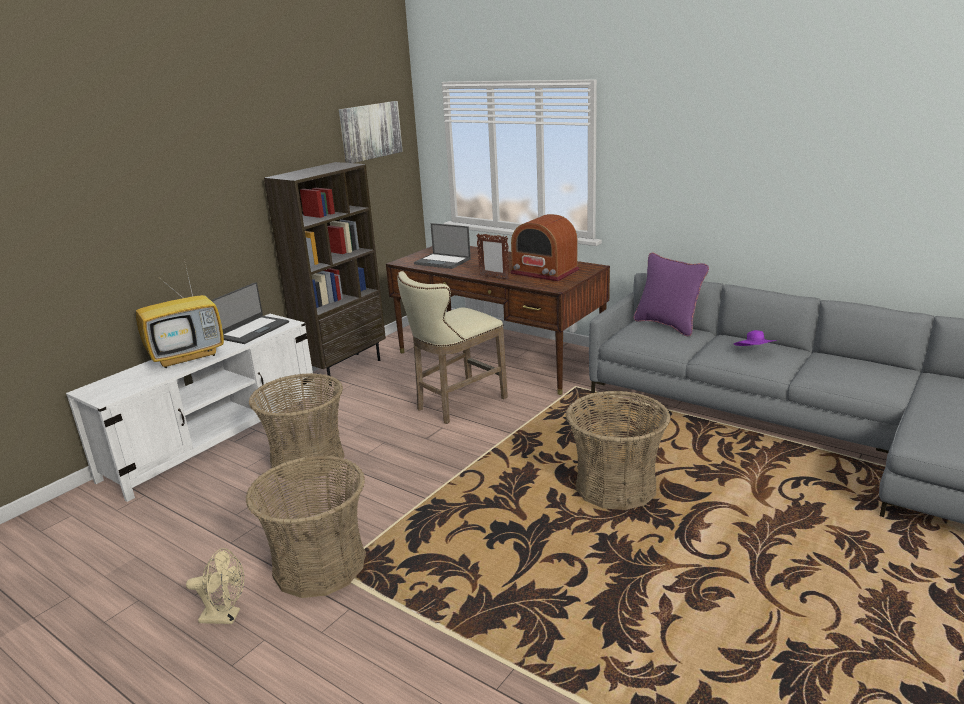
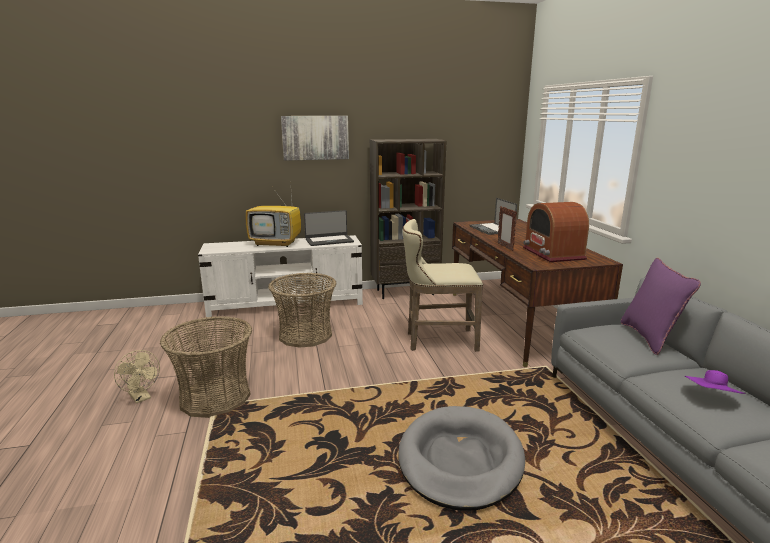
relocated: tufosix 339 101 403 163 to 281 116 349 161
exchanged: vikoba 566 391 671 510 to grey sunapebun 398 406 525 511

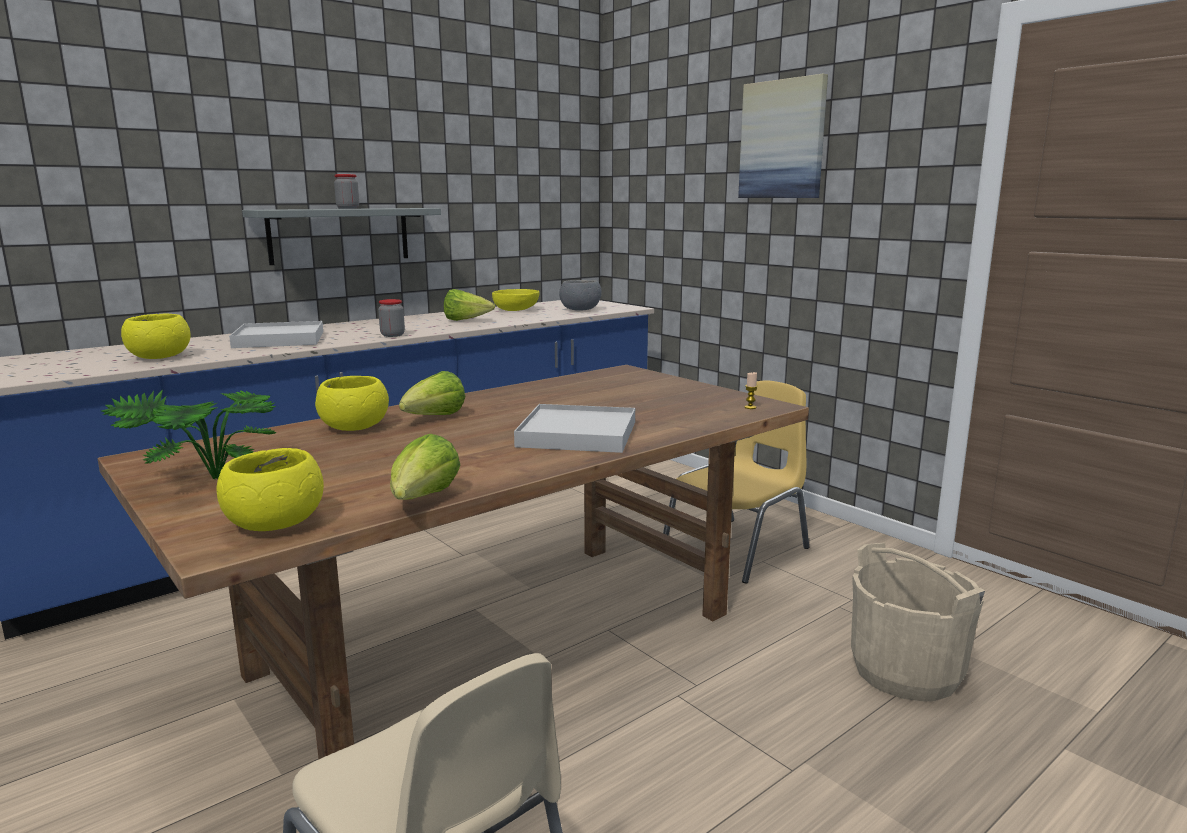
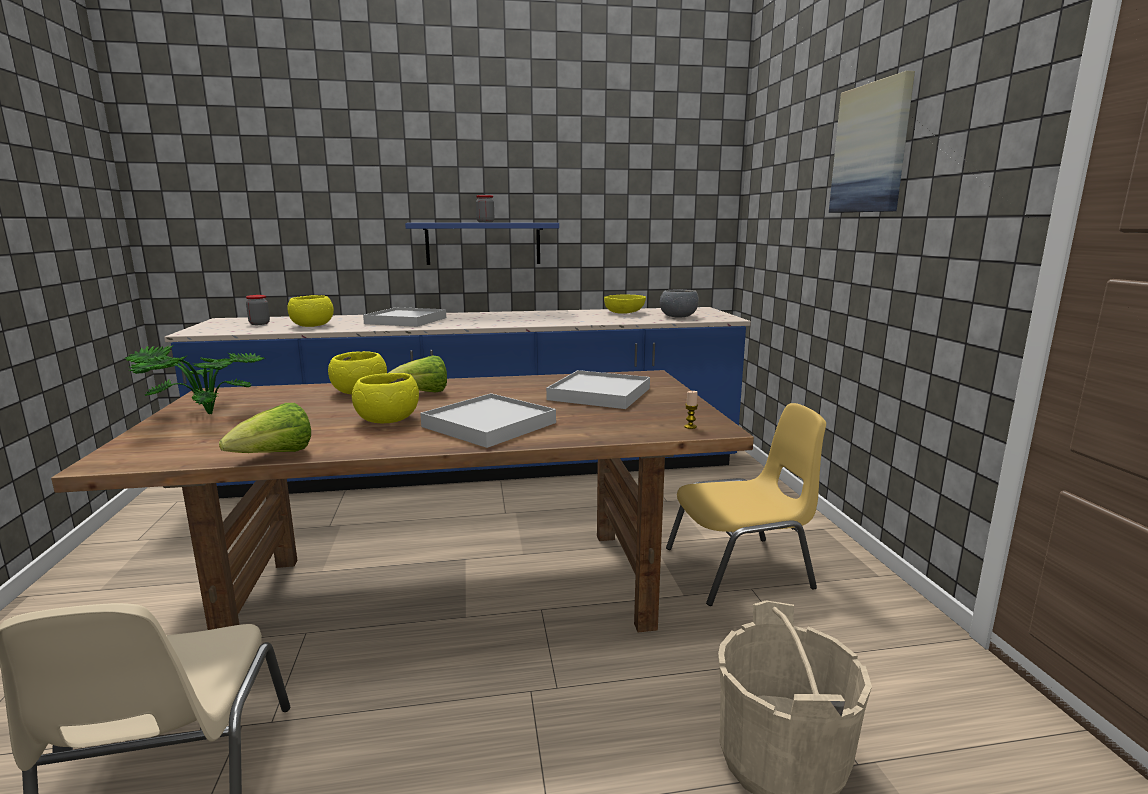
missing: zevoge 444 289 495 321
appeared: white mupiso 546 370 650 409
relocated: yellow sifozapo 216 448 324 531 to 352 373 419 423; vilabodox 378 299 405 337 to 246 295 270 325
colour: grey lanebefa 242 208 441 265 to blue lanebefa 405 223 559 265

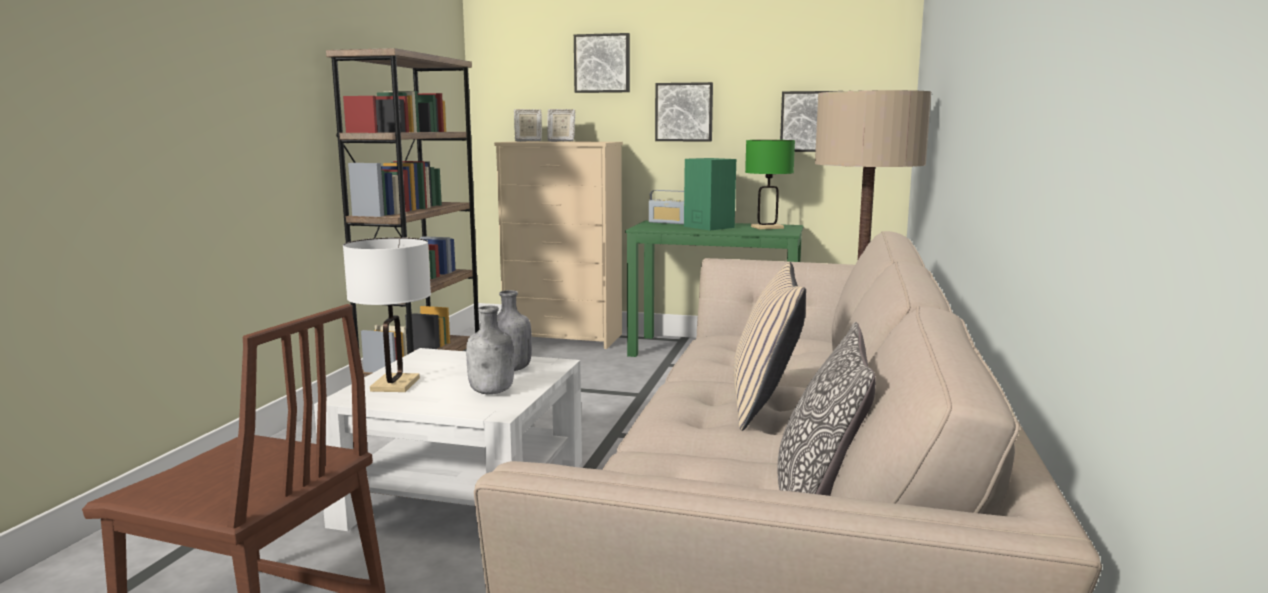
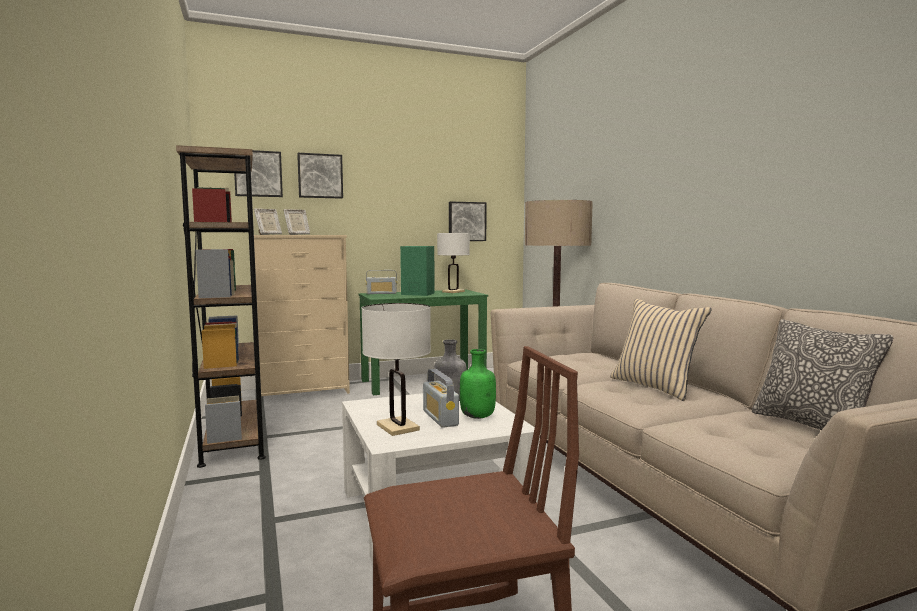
appeared: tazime 423 369 459 428
relocated: tufosix 655 82 713 142 to 234 150 283 197
colour: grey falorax 466 306 514 395 to green falorax 460 349 496 419; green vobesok 745 140 795 230 to white vobesok 437 233 470 293

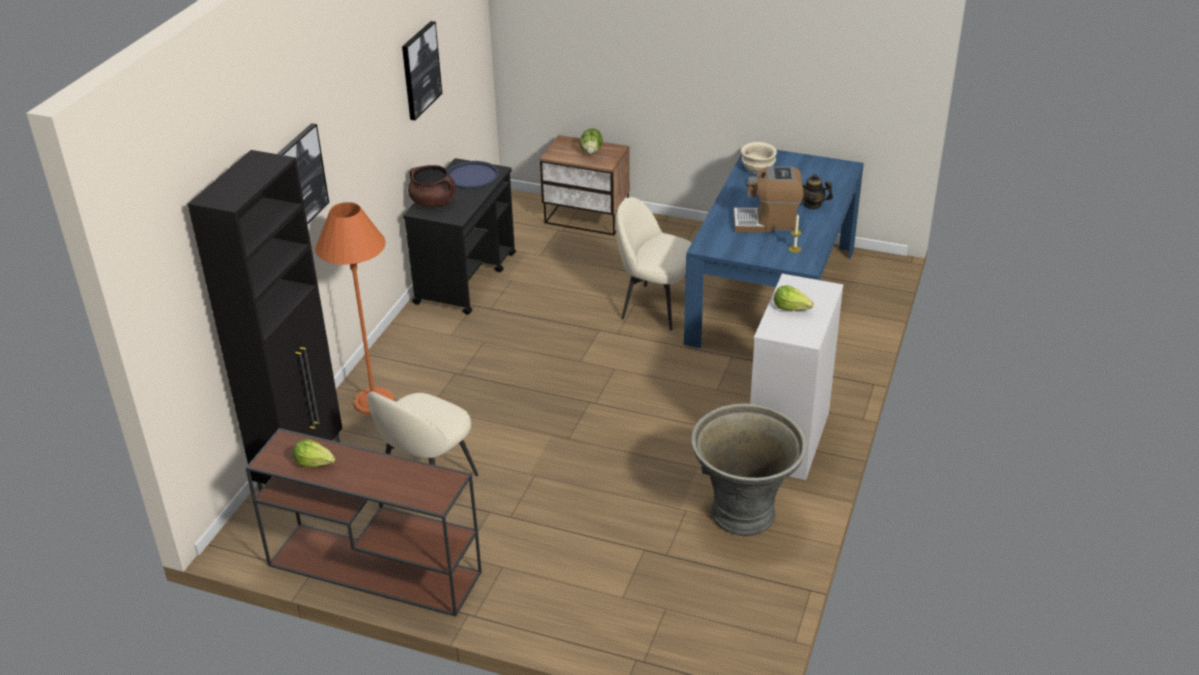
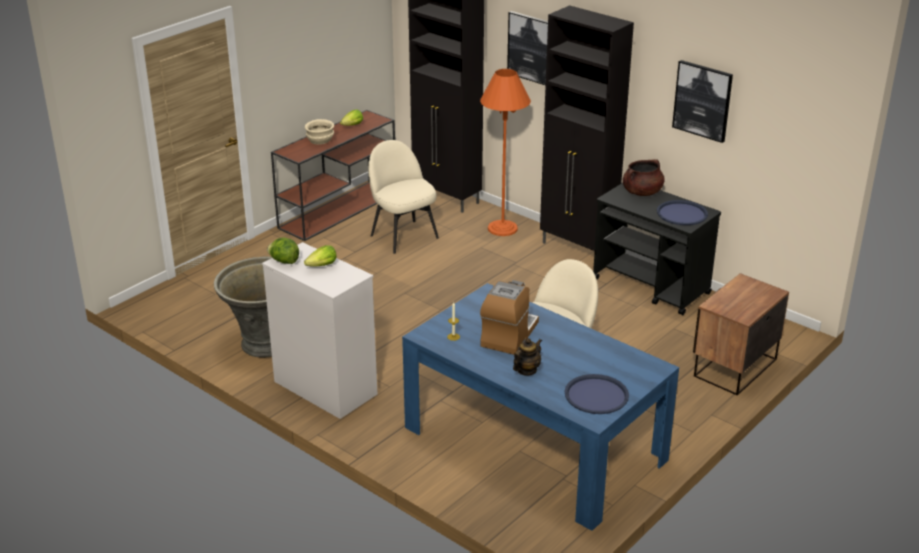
appeared: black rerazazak 540 5 634 251; blue mupiso 565 374 629 414
relocated: zevoge 580 128 603 155 to 267 238 299 264; beige sifozapo 741 142 777 173 to 305 119 334 145

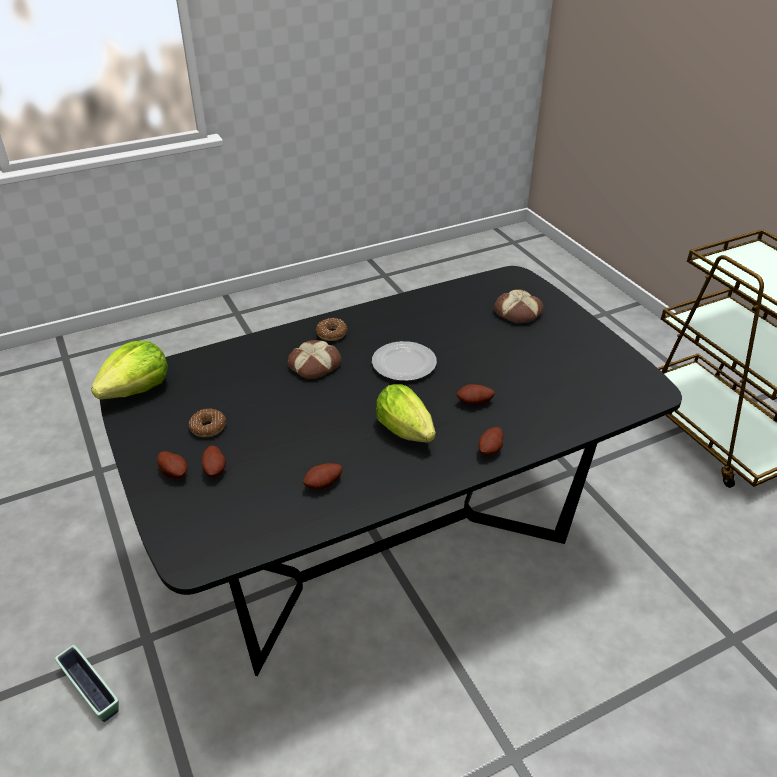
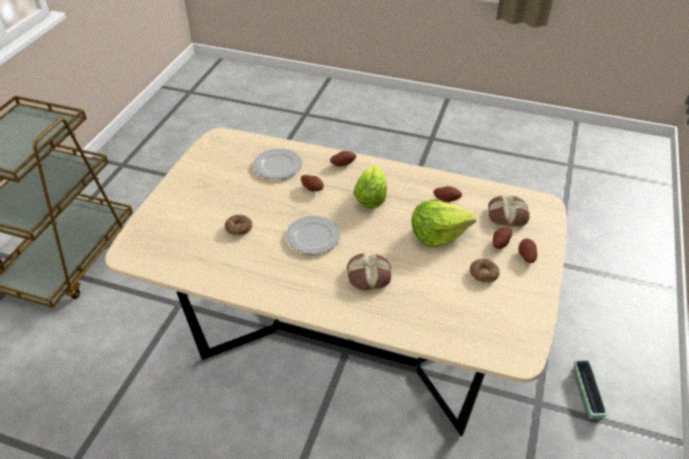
appeared: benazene 253 148 302 179
relocated: zevoge 91 341 168 399 to 412 201 476 247; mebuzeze 316 318 348 341 to 225 215 252 236; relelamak 494 290 543 324 to 488 196 530 227
colour: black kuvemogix 100 266 682 676 to beige kuvemogix 105 128 567 436

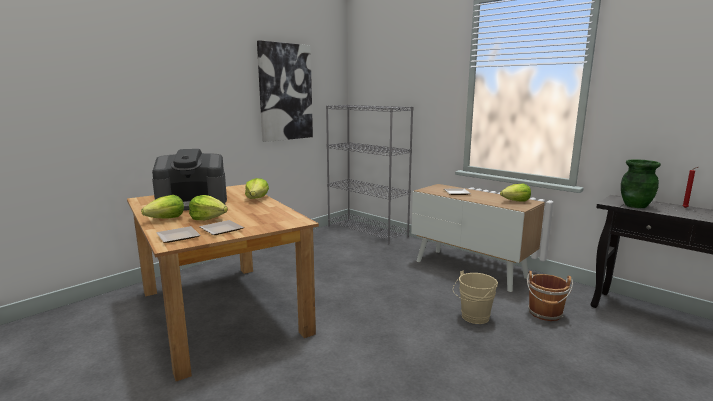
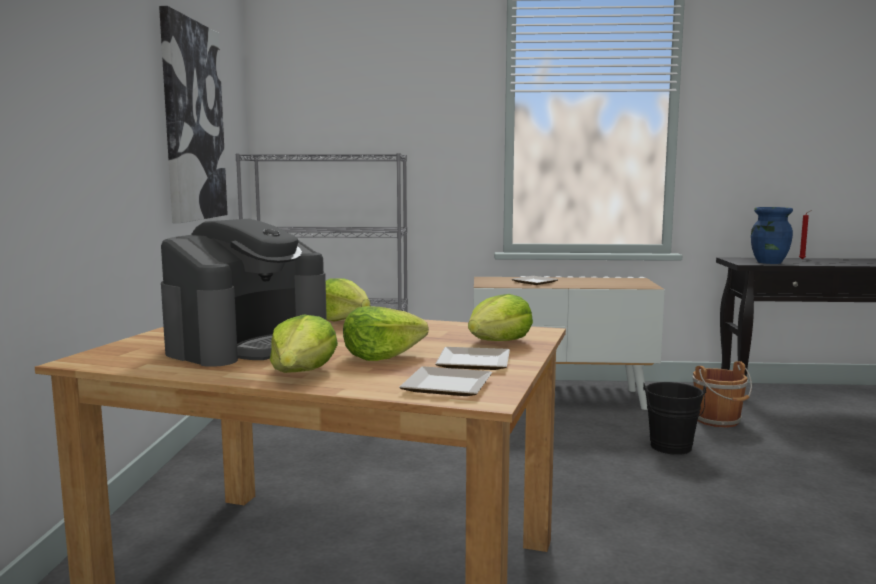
relocated: zevoge 500 184 531 202 to 468 294 533 341
colour: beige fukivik 453 270 498 324 to black fukivik 643 382 706 455; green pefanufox 621 159 661 208 to blue pefanufox 751 207 793 264

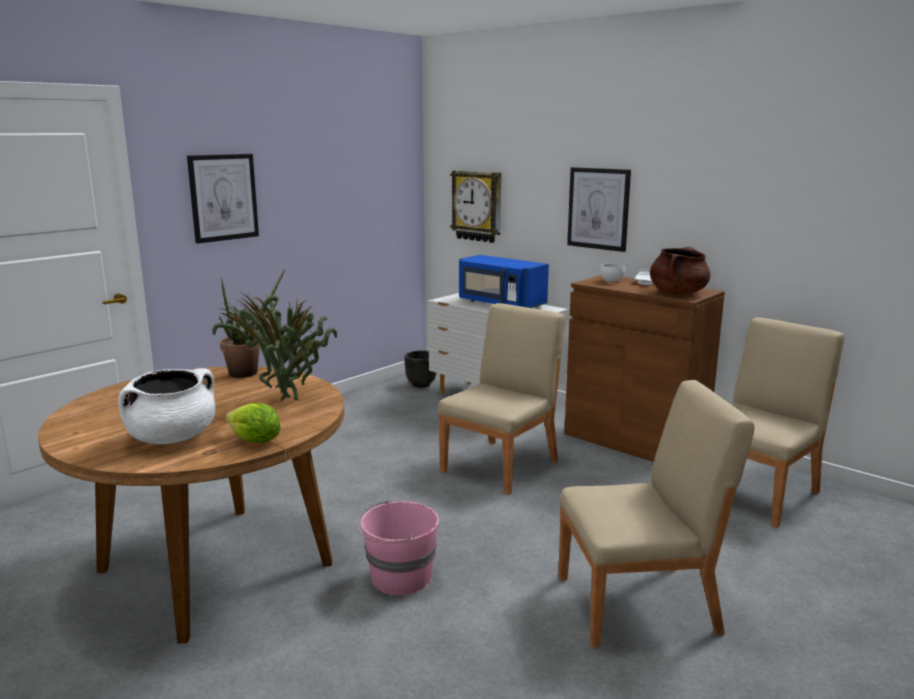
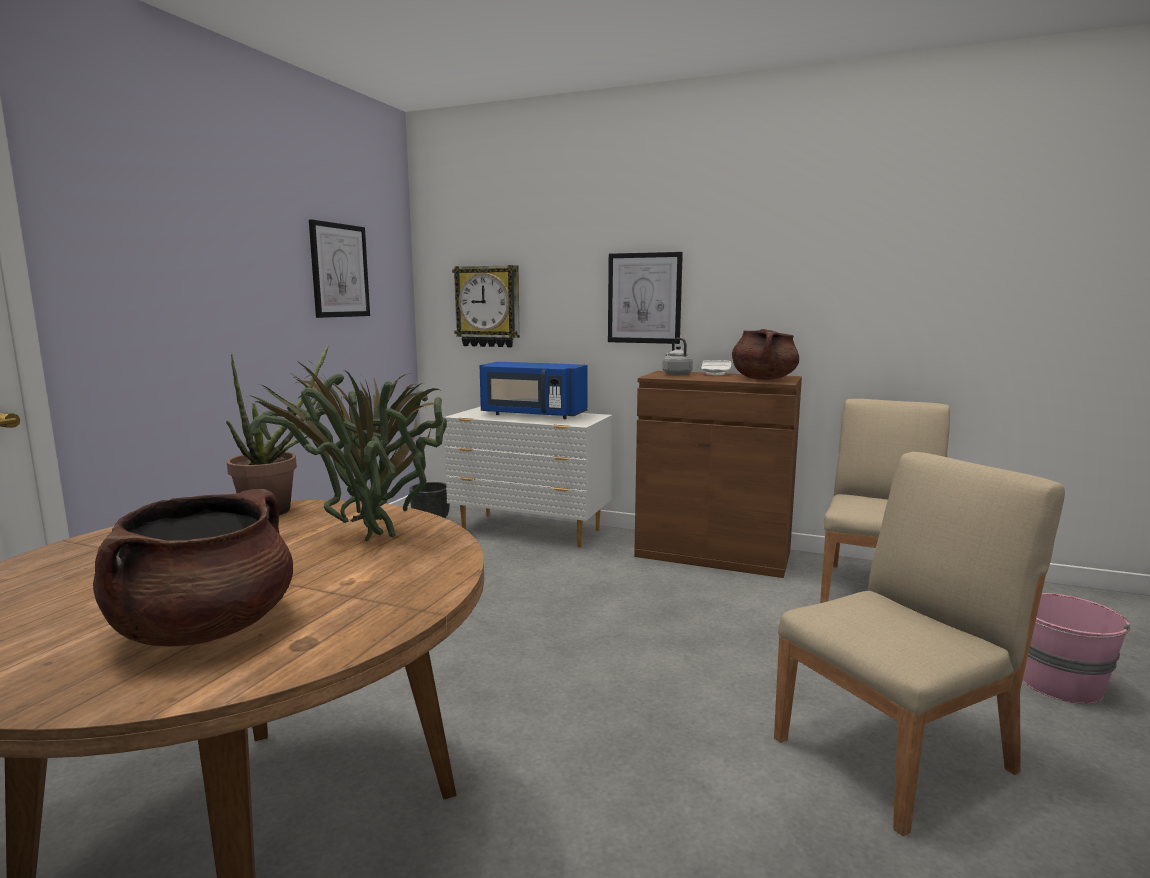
missing: zevoge 225 403 281 443; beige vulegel 438 303 566 495
relocated: tufosix 187 154 259 244 to 309 219 370 318; pink fukivik 357 500 439 595 to 1022 593 1131 704
exchanged: white sifozapo 601 263 625 282 to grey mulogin 663 338 693 375
colour: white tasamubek 118 368 215 444 to brown tasamubek 93 489 293 647

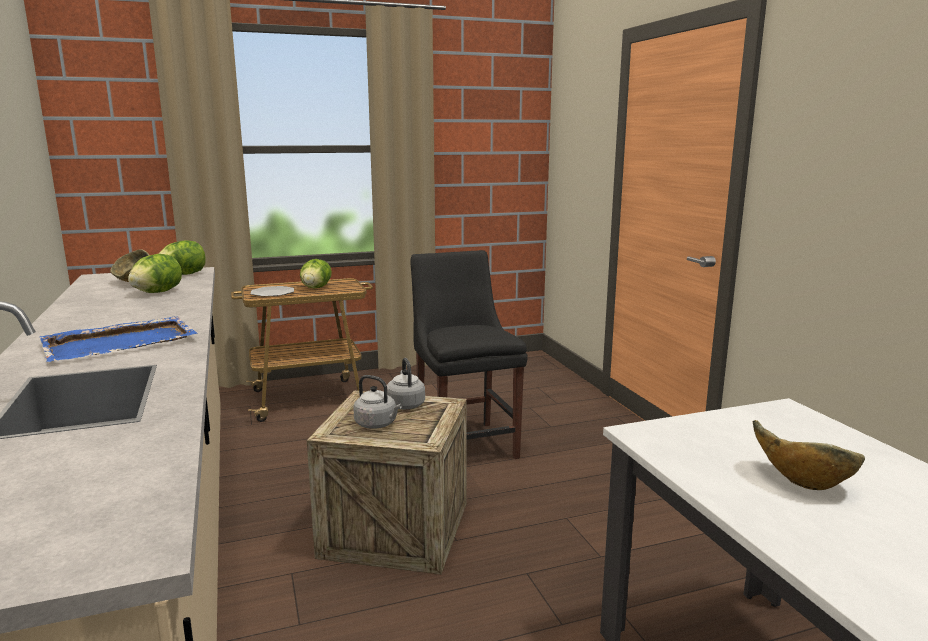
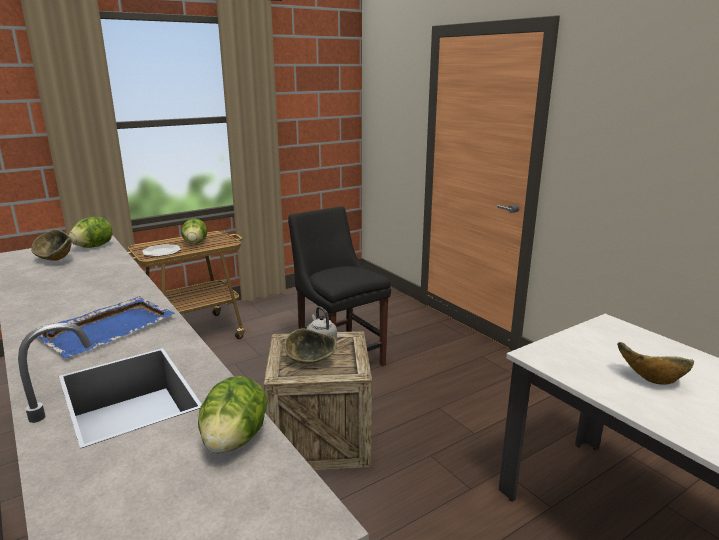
relocated: zevoge 128 254 182 293 to 198 376 268 453
exchanged: grey mulogin 353 375 402 429 to sifozapo 284 328 337 364

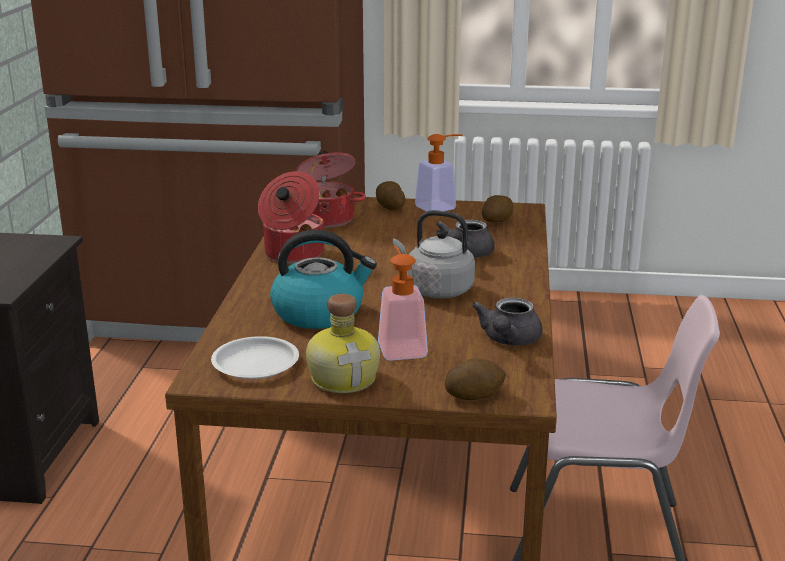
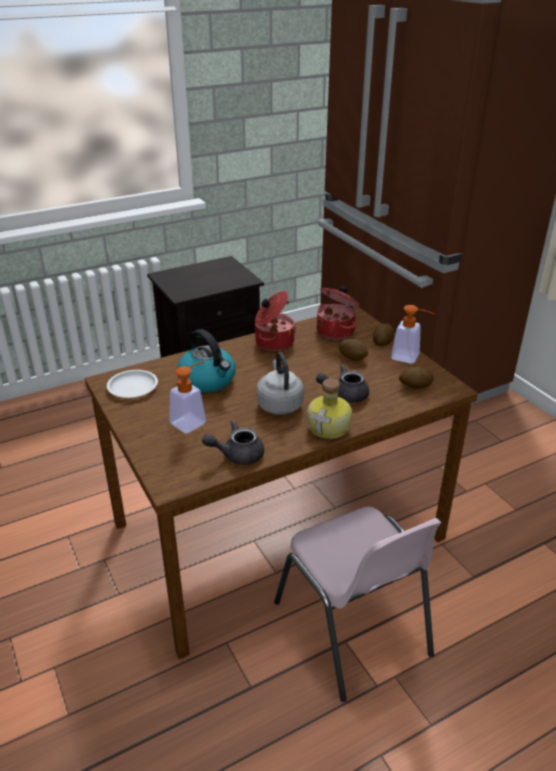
relocated: falorax 306 294 380 393 to 307 378 352 439; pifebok 445 358 506 400 to 339 339 368 361

